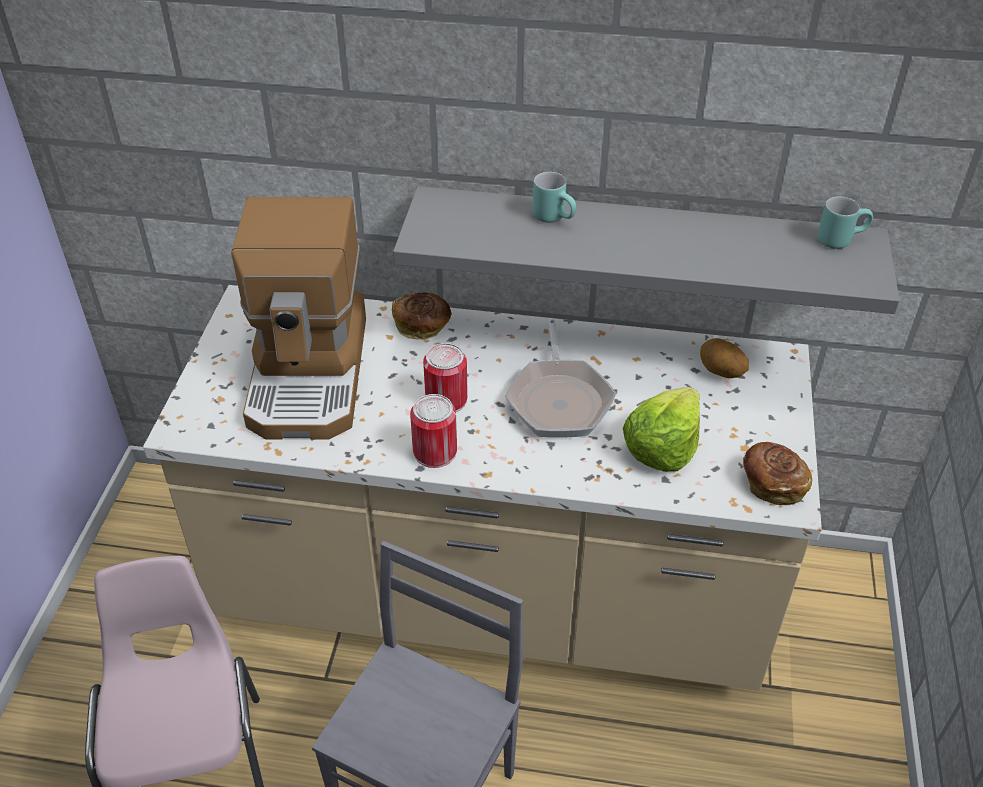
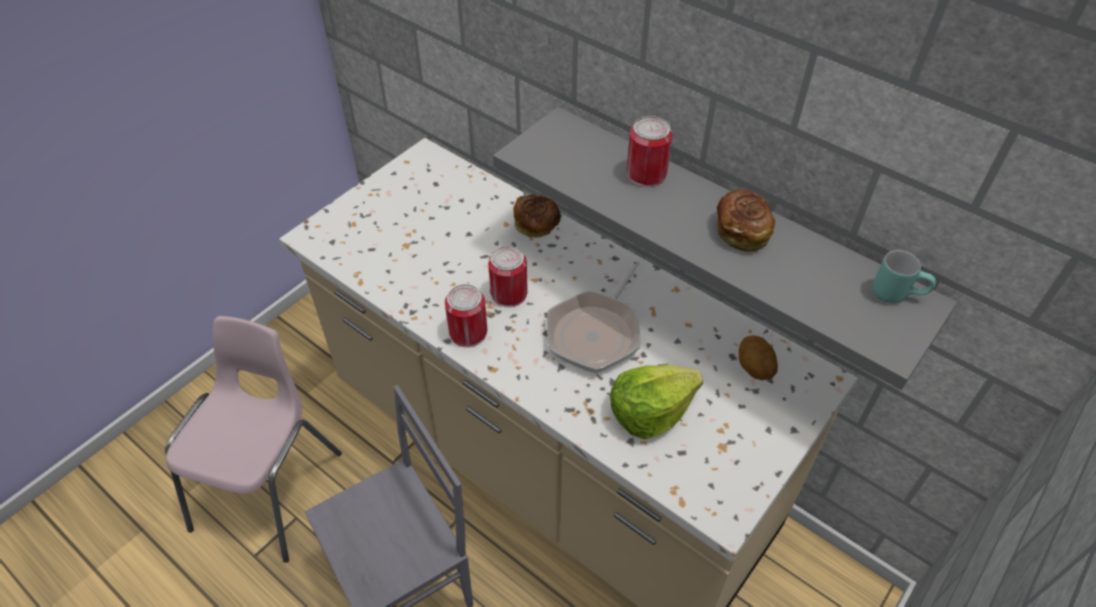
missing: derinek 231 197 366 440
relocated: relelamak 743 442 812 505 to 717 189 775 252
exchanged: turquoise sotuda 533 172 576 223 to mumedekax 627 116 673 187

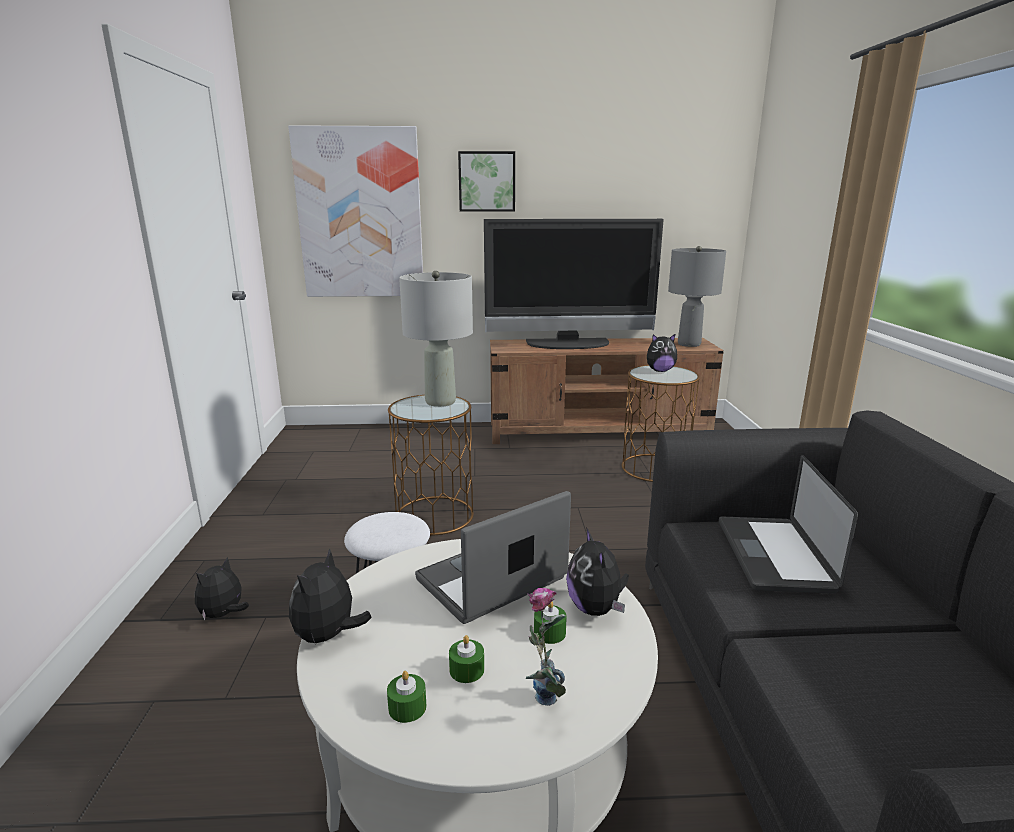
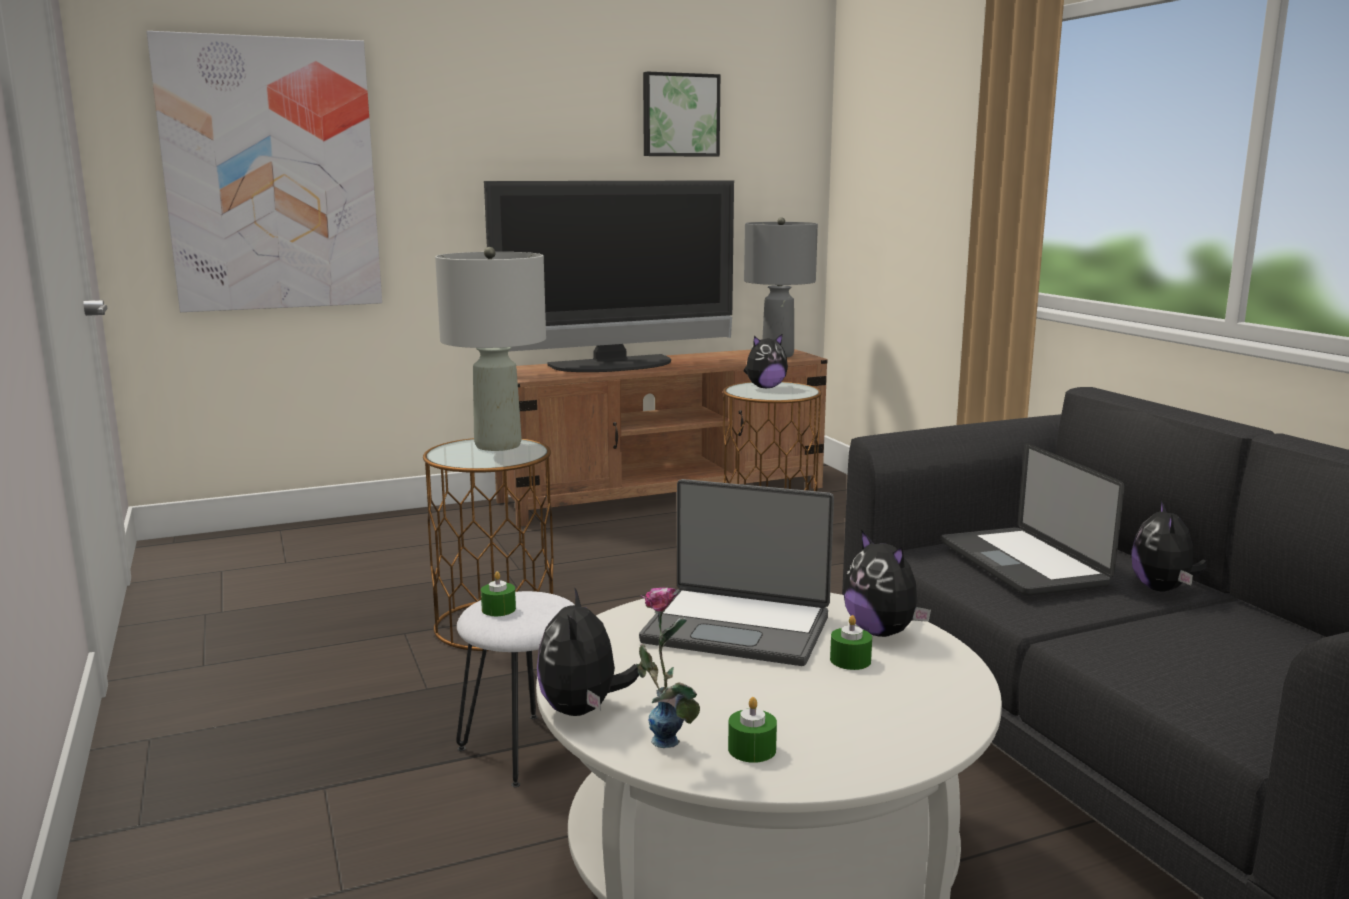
relocated: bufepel 195 557 249 620 to 1131 499 1207 591; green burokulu 449 635 484 683 to 481 571 516 616; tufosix 458 151 515 212 to 643 72 720 157; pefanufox 526 588 566 706 to 637 588 700 748
spun: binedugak 415 491 571 624 = 639 479 834 666 105 degrees counterclockwise

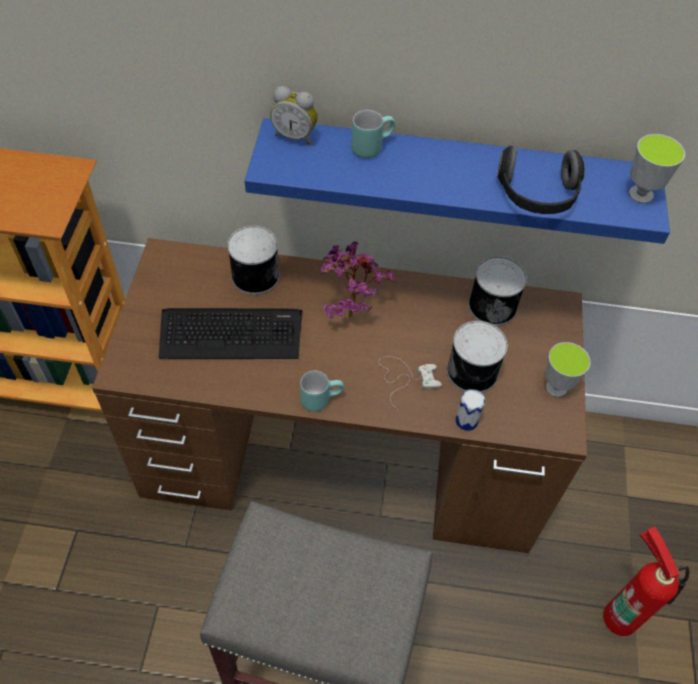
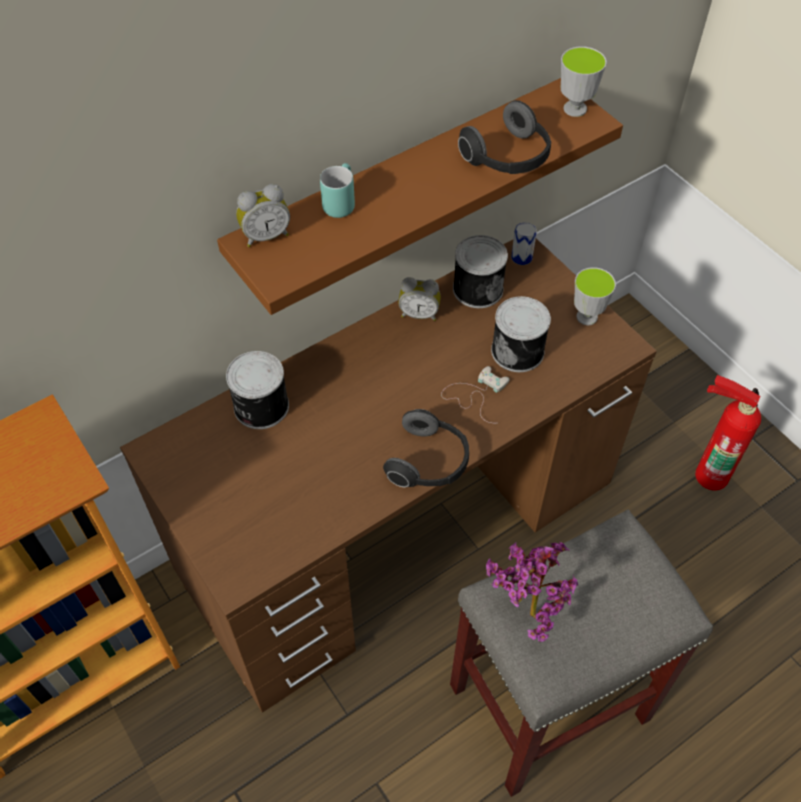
missing: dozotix 159 308 302 359
appeared: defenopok 398 277 441 321
relocated: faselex 321 242 395 318 to 486 542 579 642; mumedekax 455 389 485 431 to 511 222 537 265
exchanged: turquoise sotuda 300 370 344 412 to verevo 383 409 469 487
colour: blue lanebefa 245 118 670 244 to brown lanebefa 217 78 623 315

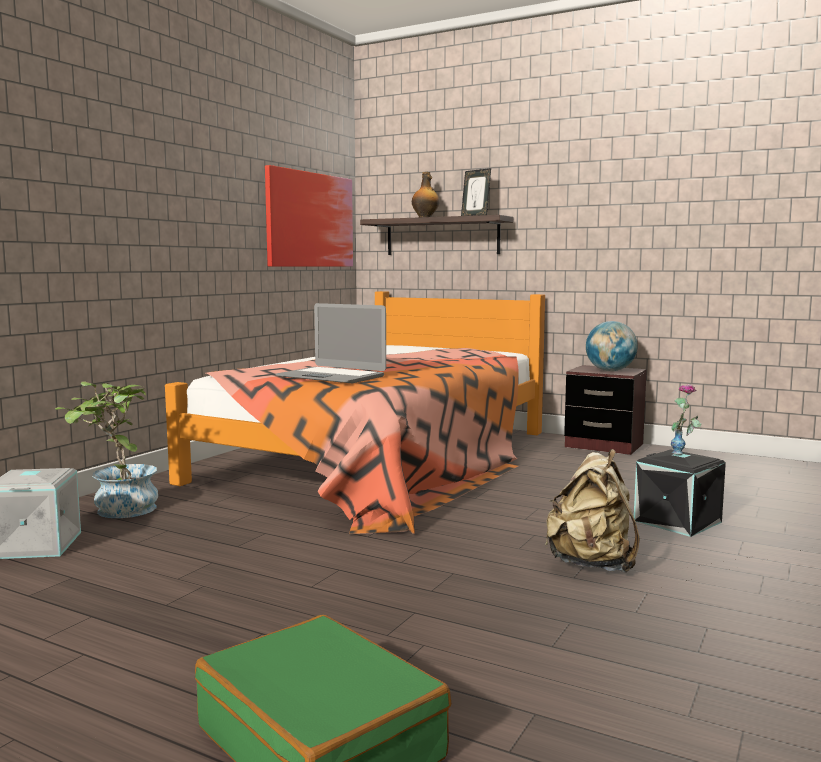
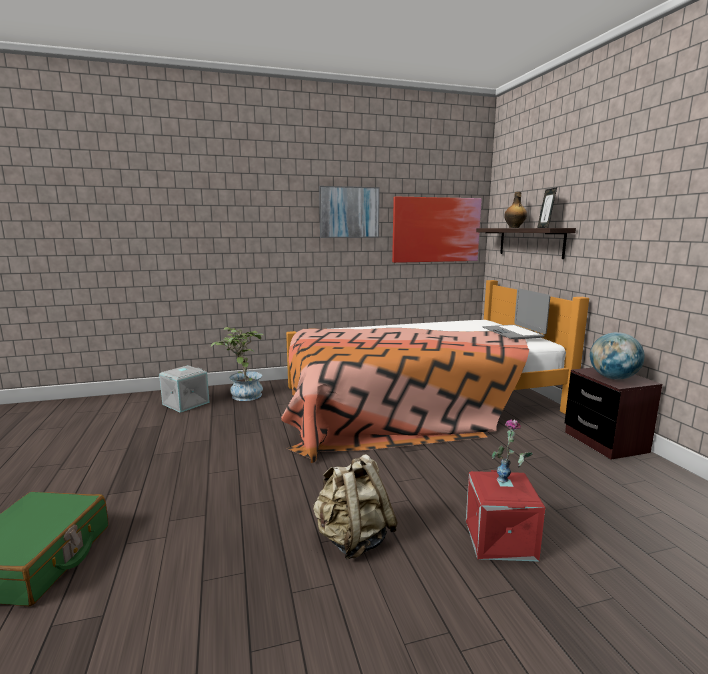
appeared: tufosix 319 186 380 238
relocated: binedugak 276 303 386 383 to 483 288 550 339
colour: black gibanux 634 449 726 537 to red gibanux 466 470 545 561

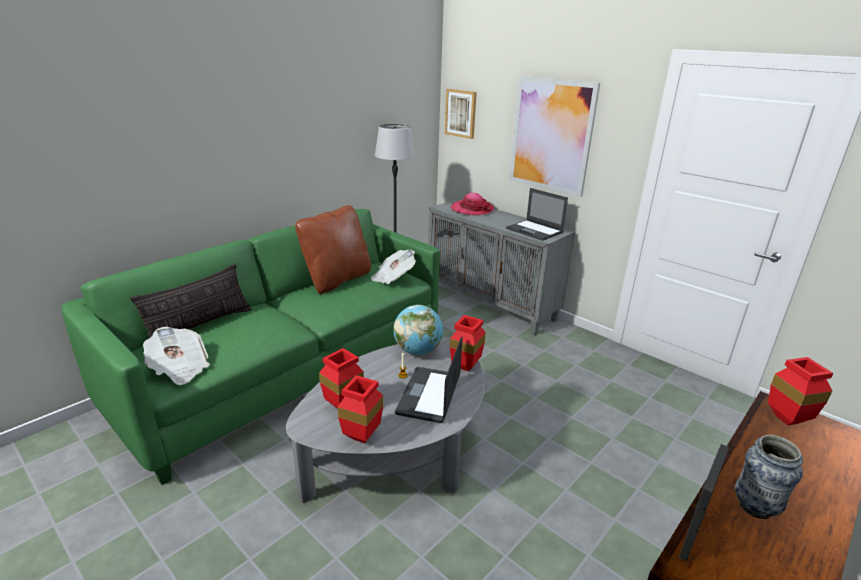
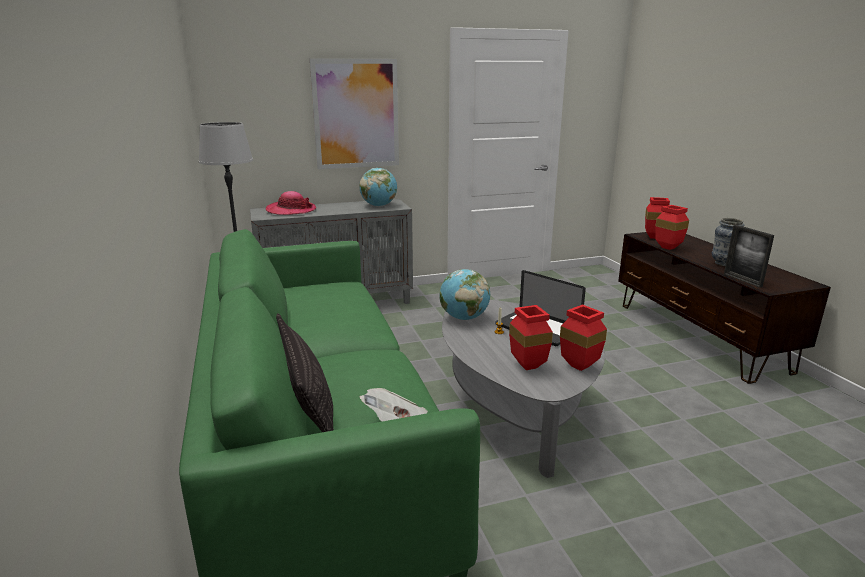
missing: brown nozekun 295 205 371 294; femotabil 371 250 416 284; tufosix 445 89 477 139
relocated: red pefanufox 450 315 486 371 to 655 205 689 250
exchanged: binedugak 506 188 568 241 to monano 359 168 397 207

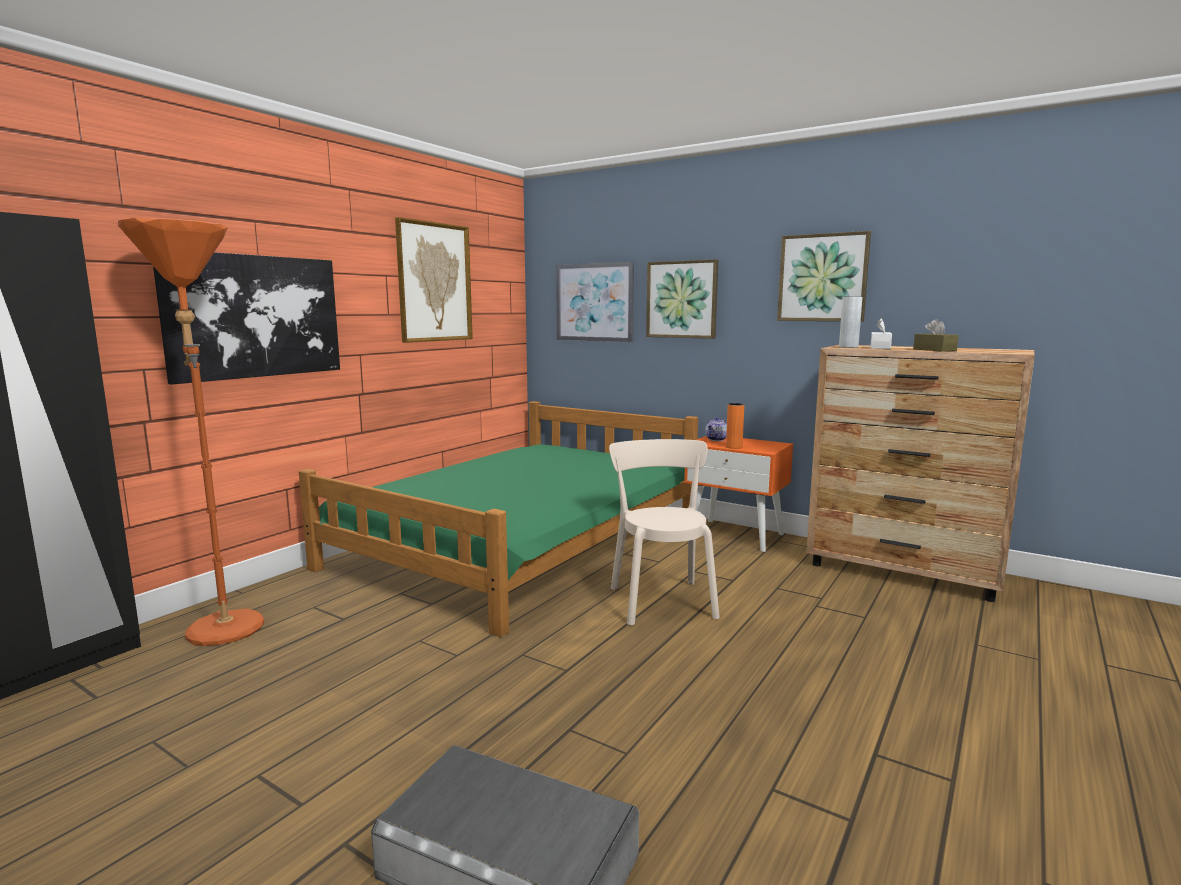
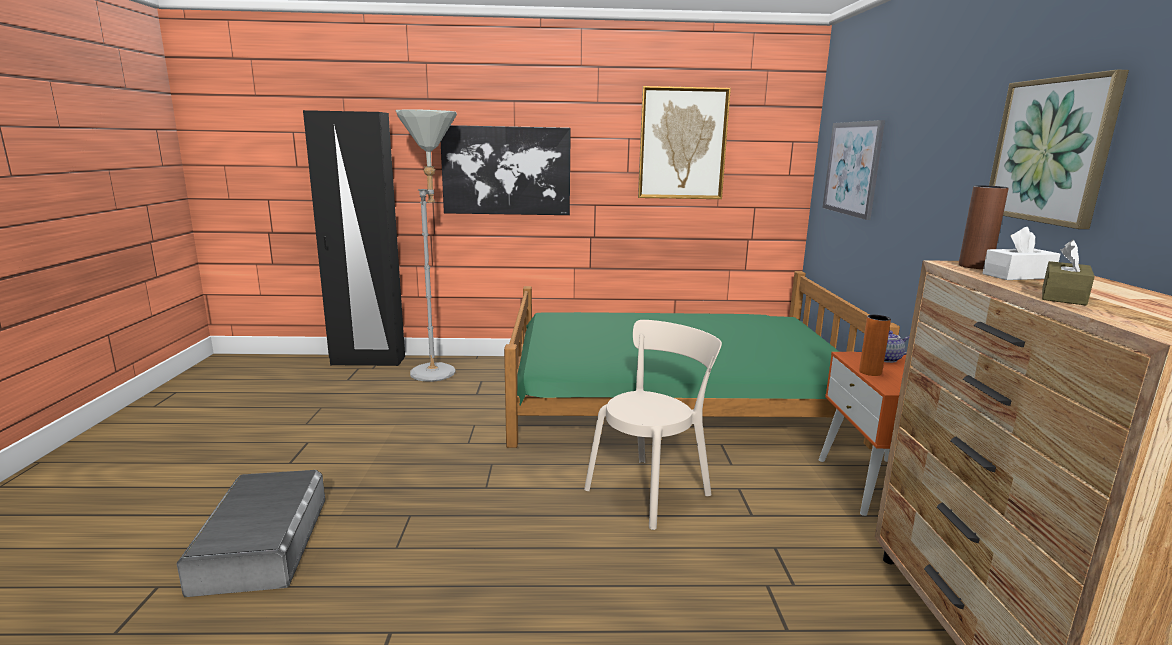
missing: tufosix 646 259 718 339
colour: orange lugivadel 118 218 264 646 to grey lugivadel 396 109 457 382; grey pefanufox 839 296 863 348 to brown pefanufox 959 185 1009 269

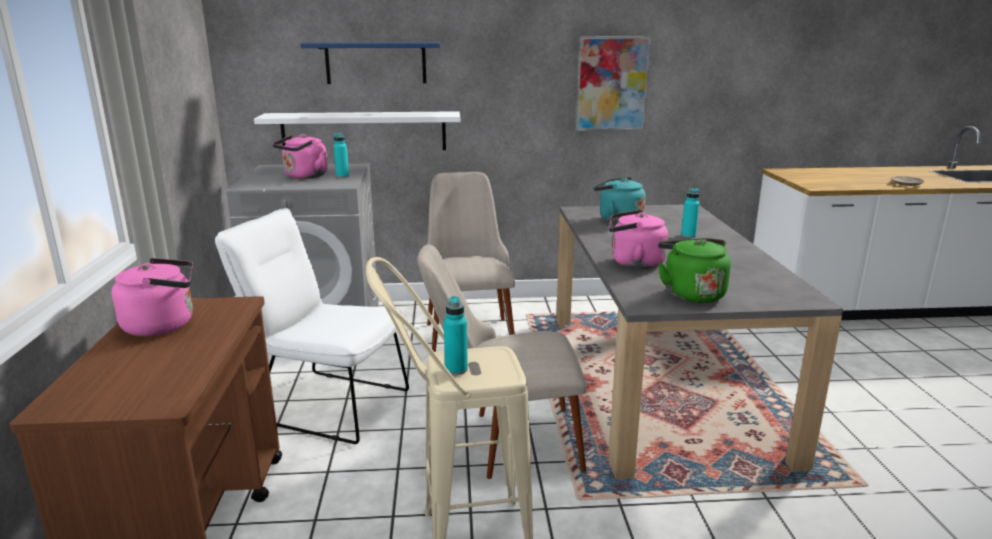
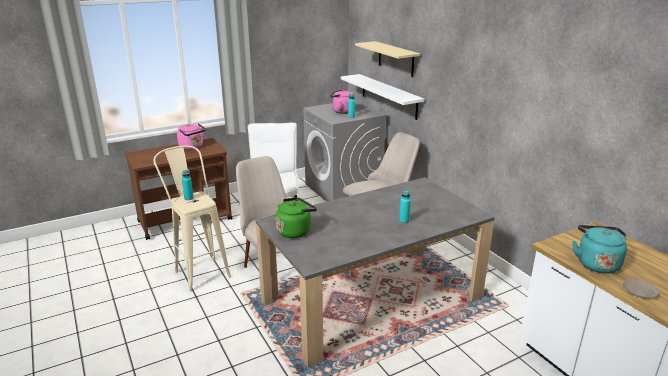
missing: tufosix 575 36 652 131; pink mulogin 609 210 668 269
relocated: turquoise mulogin 593 177 646 224 to 572 225 627 273
colour: blue lanebefa 300 42 440 84 to beige lanebefa 355 41 420 77

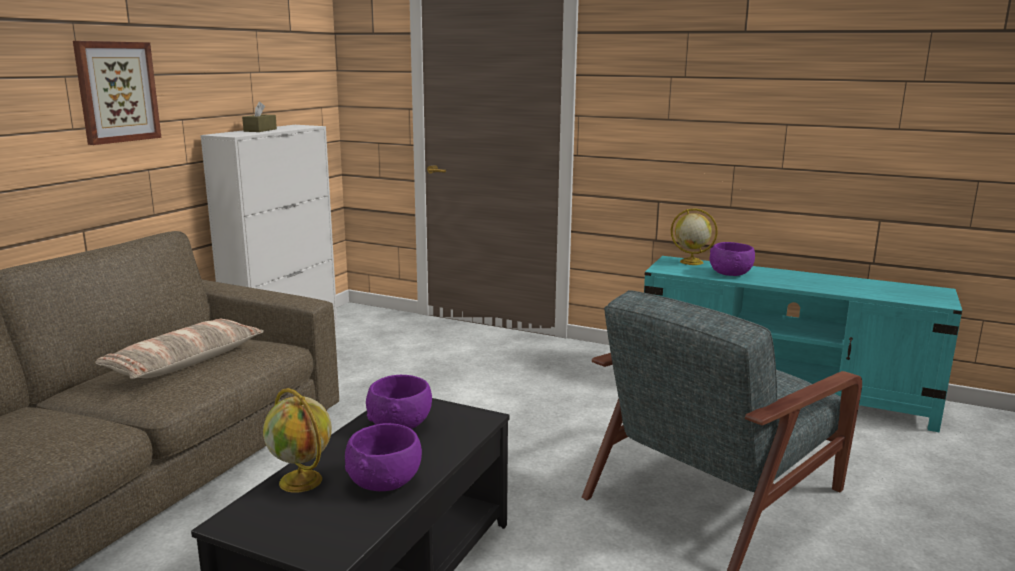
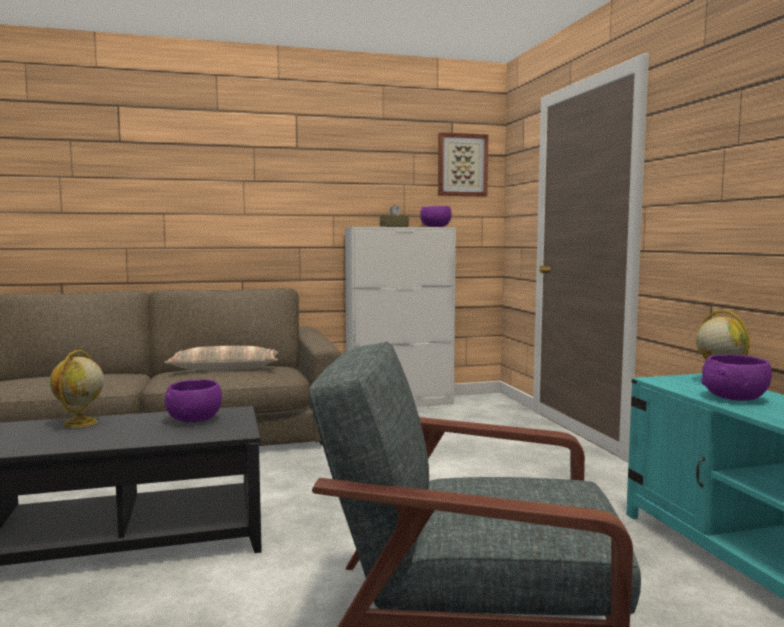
relocated: tufosix 73 41 161 145 to 438 132 488 197; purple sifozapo 345 423 422 491 to 420 206 452 227

